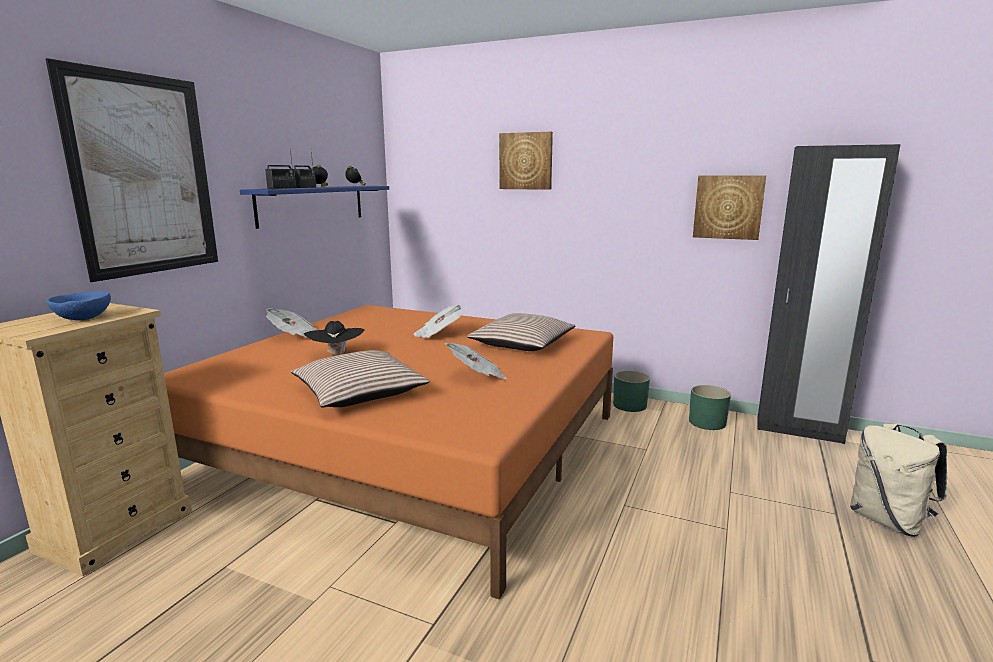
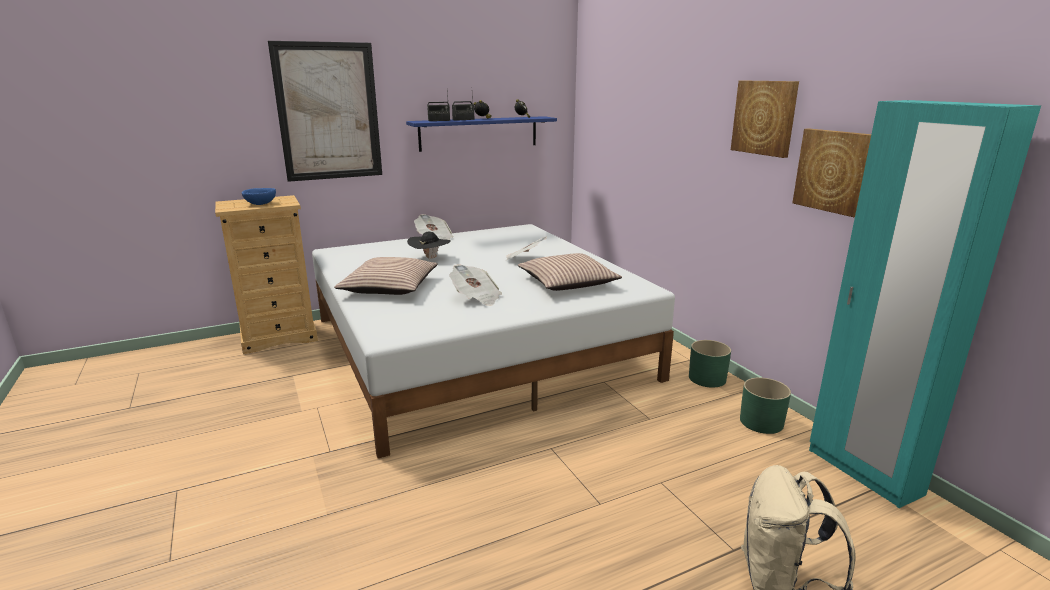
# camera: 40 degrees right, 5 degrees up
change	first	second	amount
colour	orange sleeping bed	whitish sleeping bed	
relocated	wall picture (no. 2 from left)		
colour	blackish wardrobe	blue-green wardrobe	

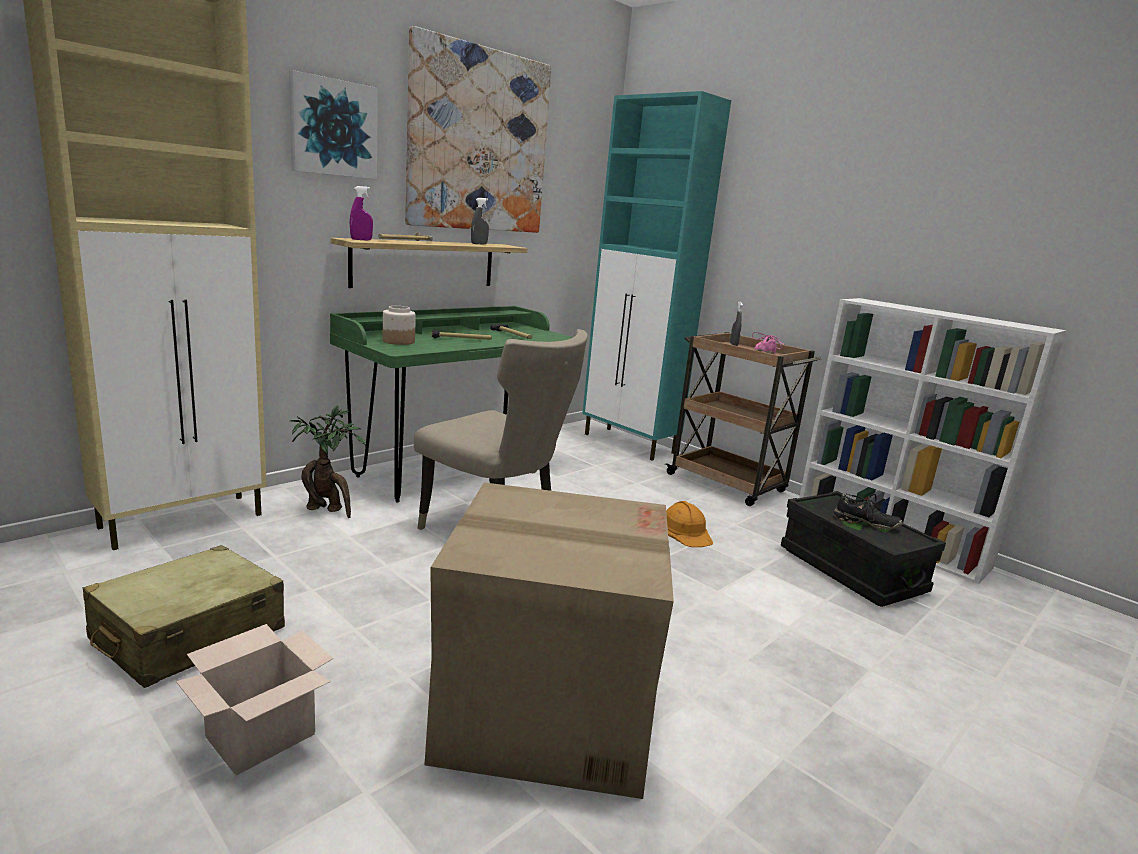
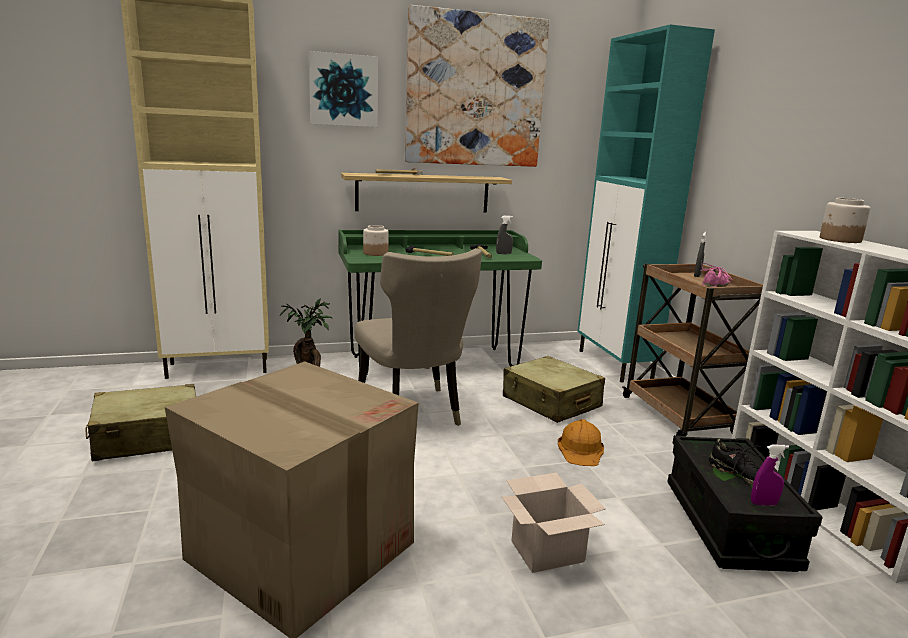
# camera: 30 degrees right, 0 degrees up
change	first	second	amount
relocated	cardboard box (no. 1 from left in the first image)	cardboard box (no. 2 from left)	
relocated	purple hand sprayer		
relocated	greyish hand sprayer (no. 1 from left)		
appeared		beige piece of luggage (no. 2 from left)	
appeared		jar (no. 2 from left)	

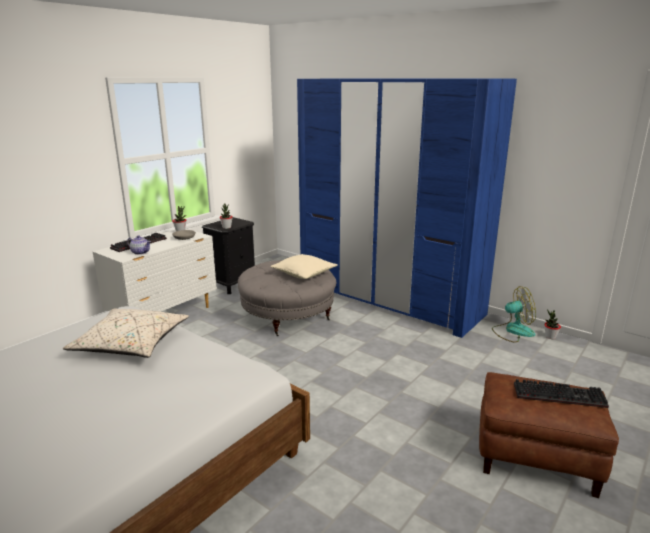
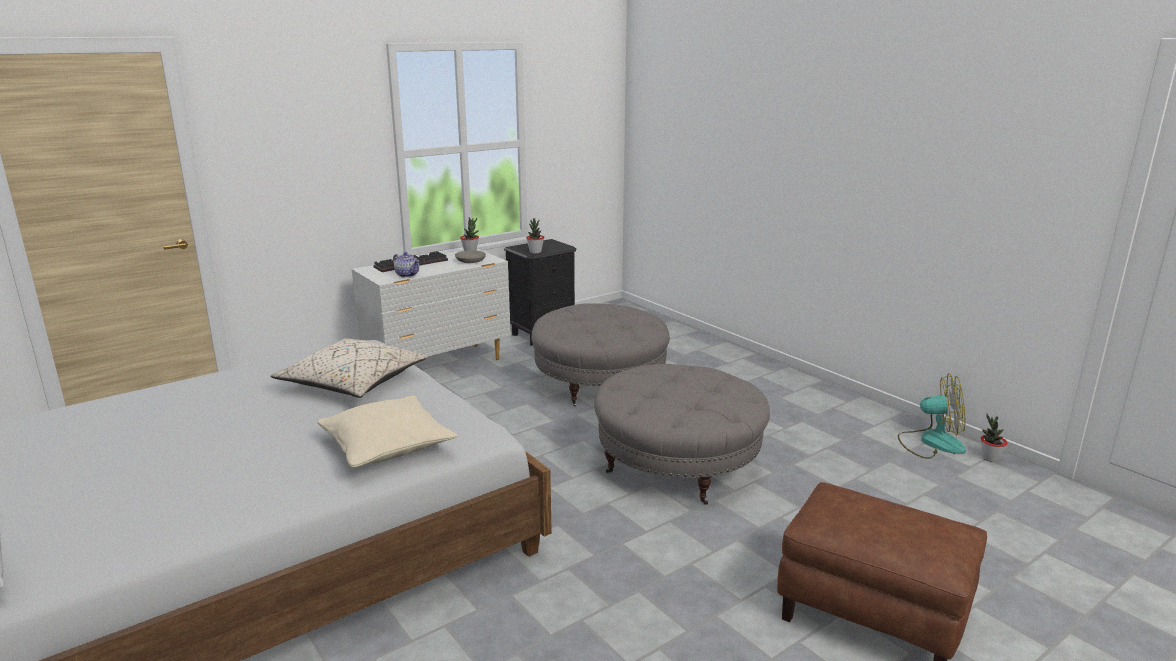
# camera: 15 degrees right, 0 degrees up
change	first	second	amount
relocated	beige throw pillow (no. 2 from left)		
missing	blue-coloured wardrobe		
missing	keyboard (no. 2 from left)		
appeared		greyish ottoman (no. 2 from left)	

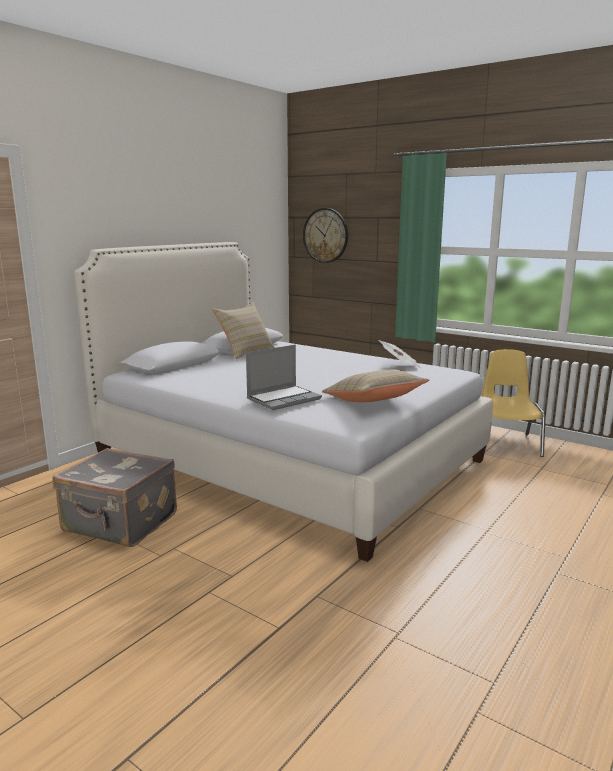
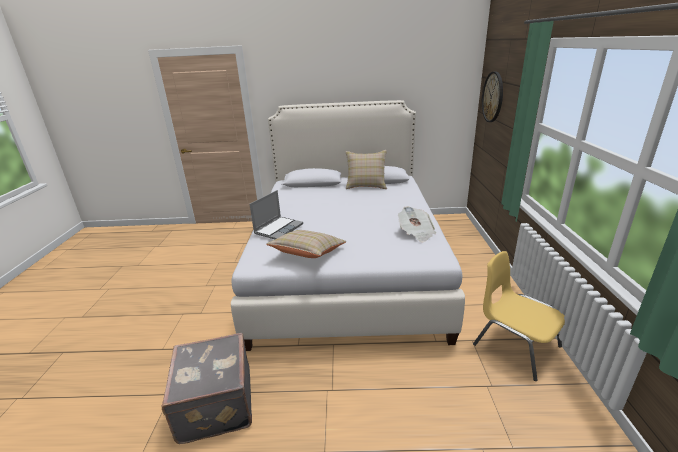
# camera: 55 degrees right, 10 degrees up
change	first	second	amount
relocated	greyish piece of luggage		
spun	laptop		75 degrees counterclockwise
spun	yellow-coloured upright chair		105 degrees counterclockwise

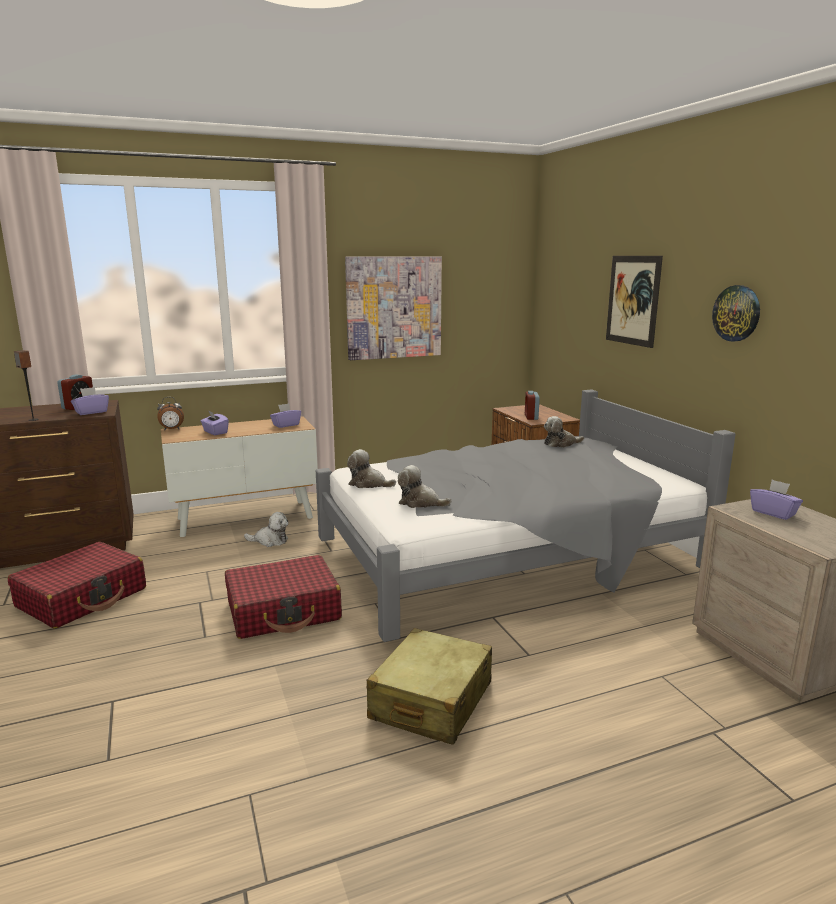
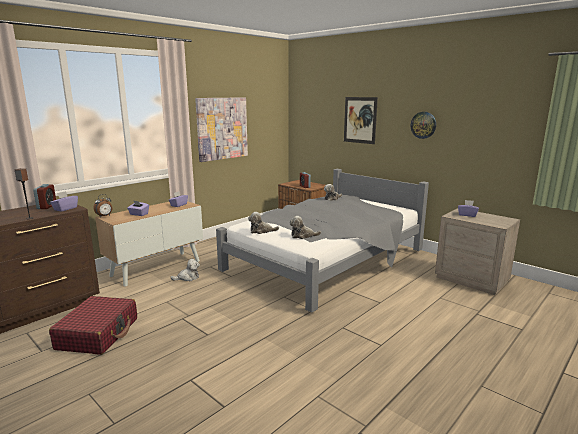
# camera: 25 degrees left, 0 degrees up
change	first	second	amount
missing	reddish piece of luggage (no. 2 from left)		
missing	beige piece of luggage		

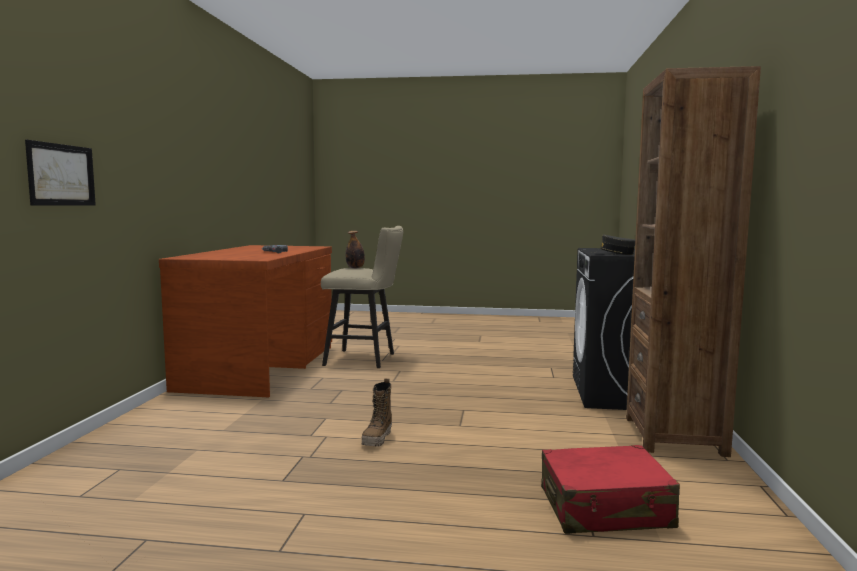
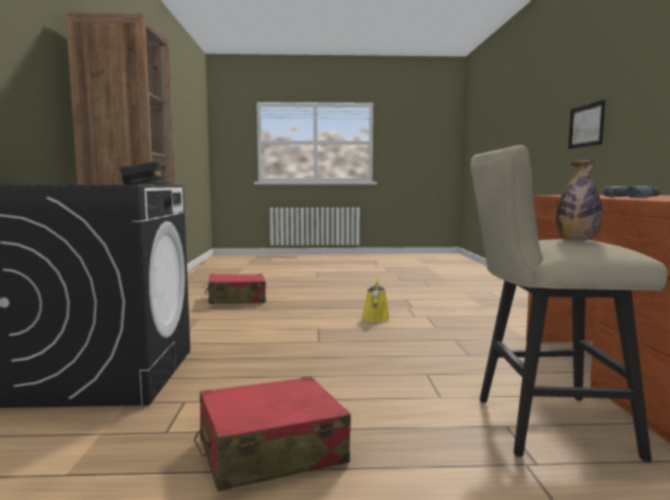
# camera: 170 degrees right, 0 degrees up
change	first	second	amount
exchanged	tall boot	yellow-coloured sprinkling can	
appeared		reddish piece of luggage (no. 2 from left)	

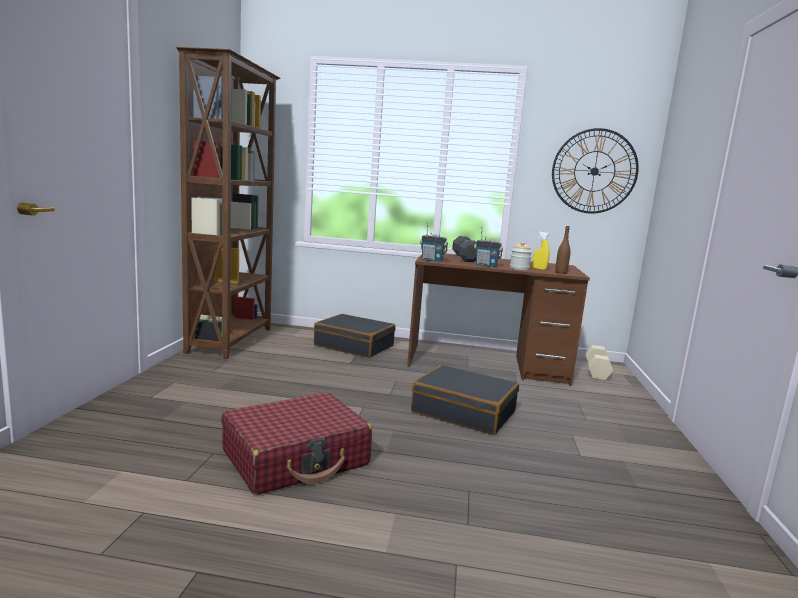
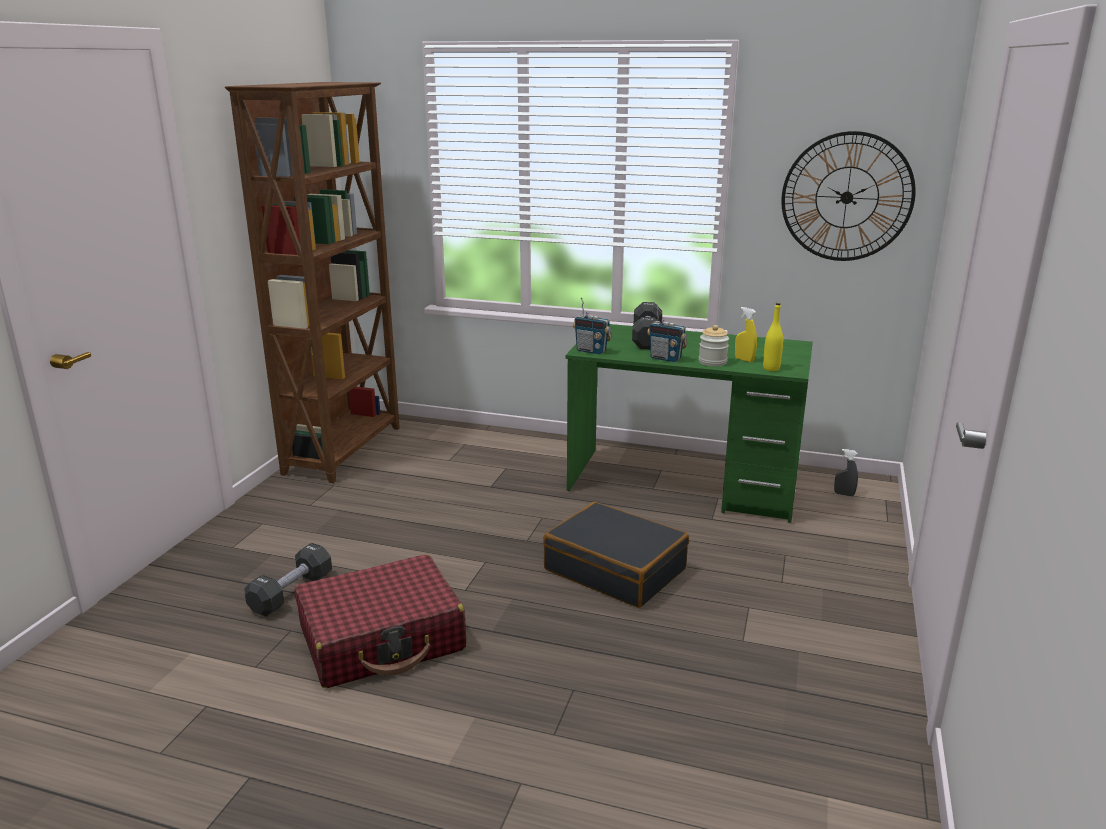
# camera: 10 degrees right, 10 degrees up
change	first	second	amount
missing	blackish piece of luggage (no. 1 from left)		
colour	brownish desk	green-coloured desk	
colour	brownish beverage bottle	yellow-coloured beverage bottle	
exchanged	beige free weight	greyish hand sprayer	
appeared		blackish free weight (no. 1 from left)	

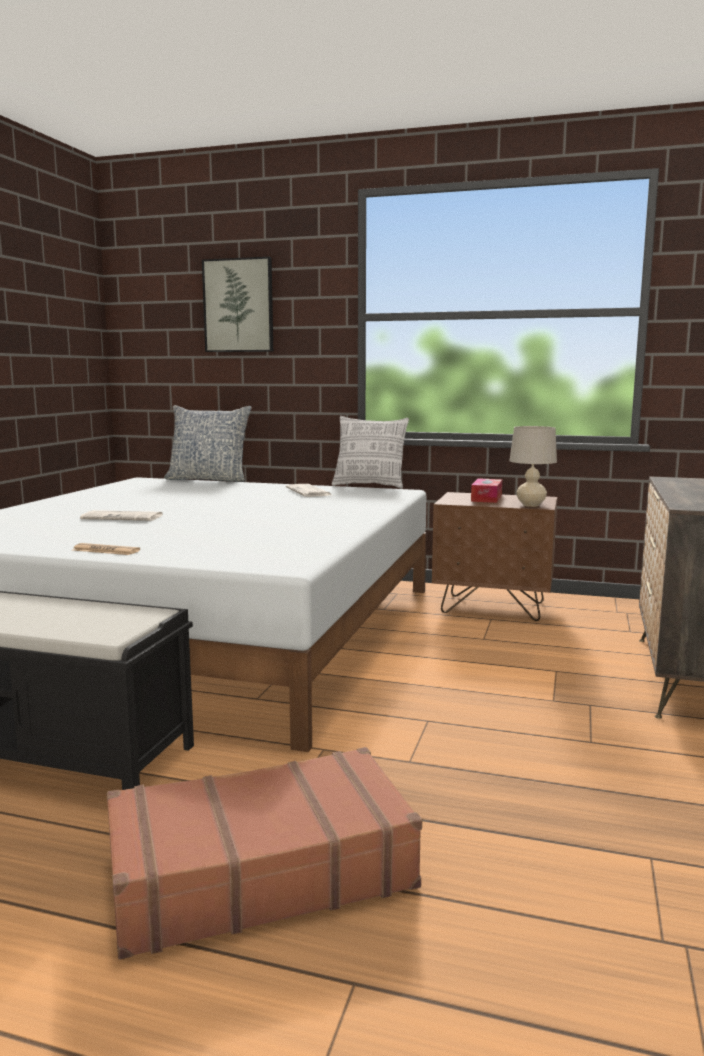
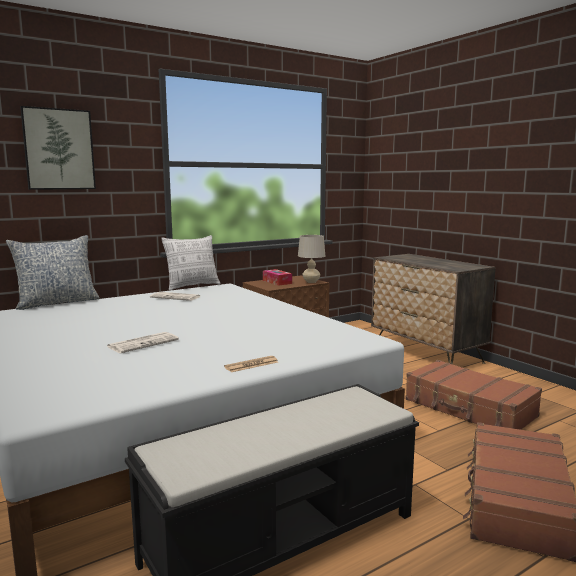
# camera: 50 degrees left, 0 degrees up
change	first	second	amount
appeared		brownish piece of luggage (no. 1 from left)	

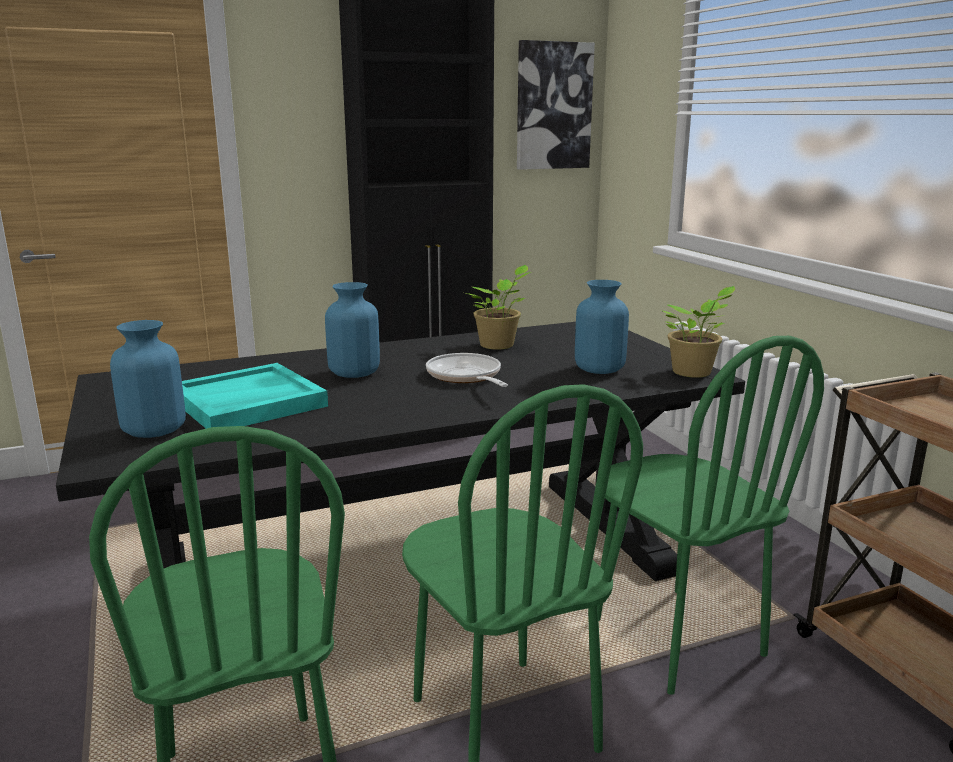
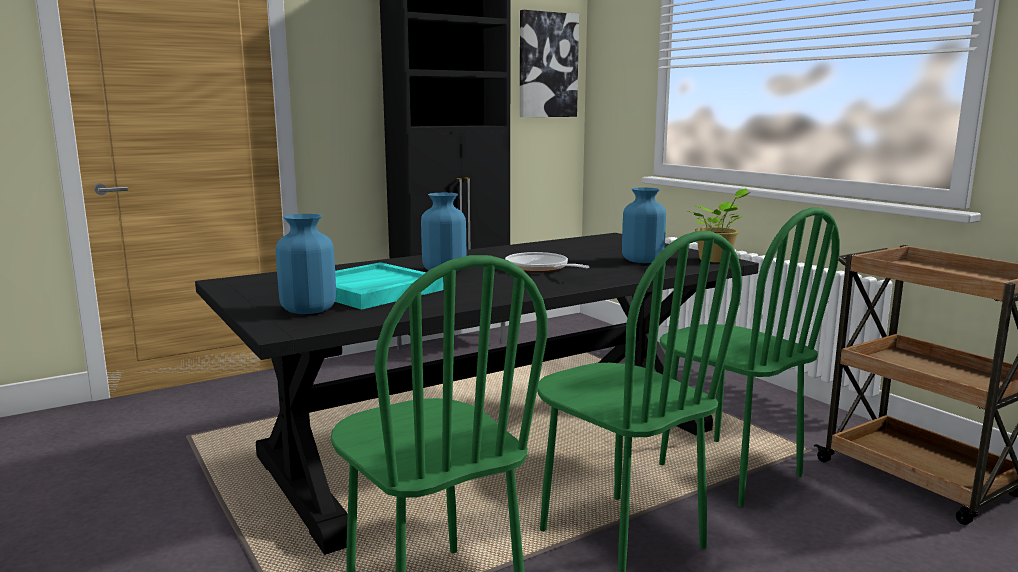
# camera: 10 degrees left, 5 degrees down
change	first	second	amount
missing	houseplant (no. 1 from left)		

